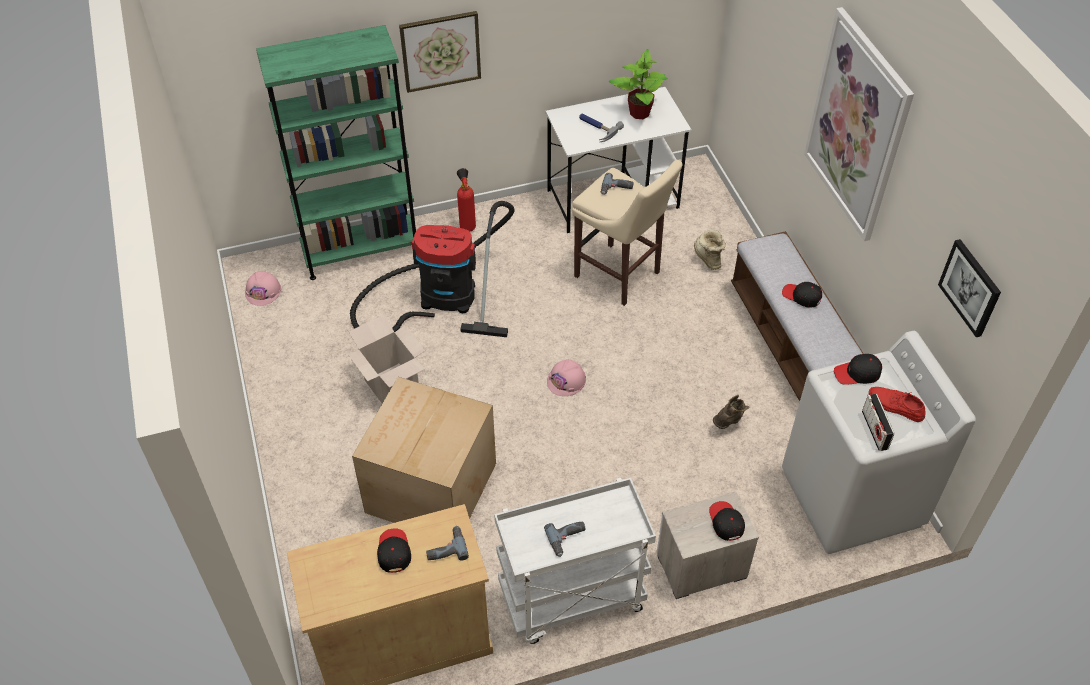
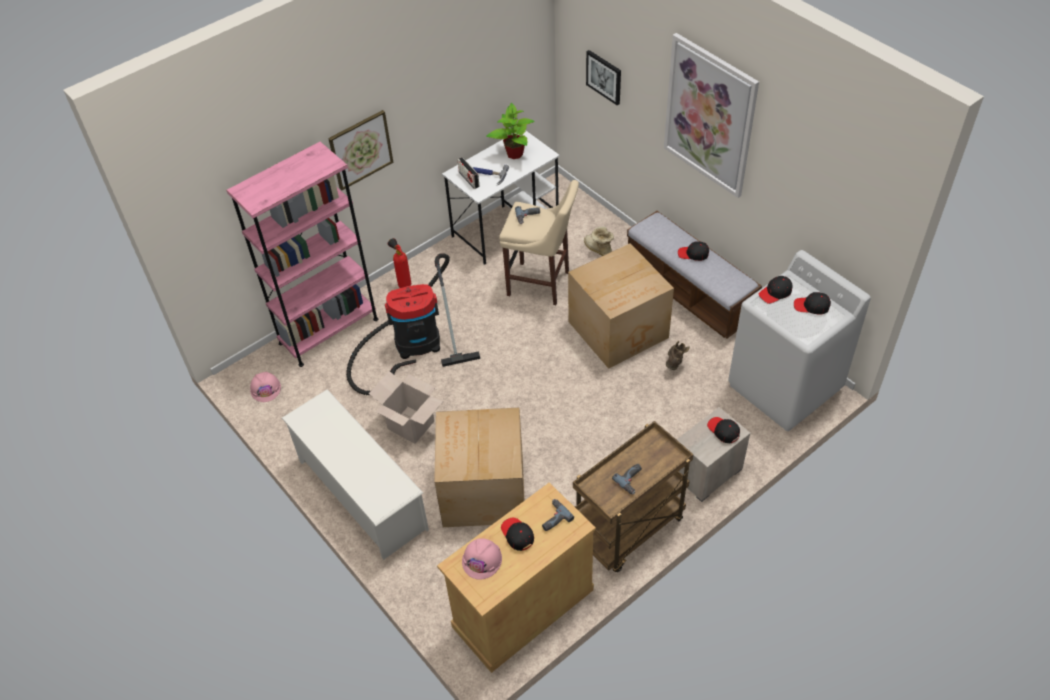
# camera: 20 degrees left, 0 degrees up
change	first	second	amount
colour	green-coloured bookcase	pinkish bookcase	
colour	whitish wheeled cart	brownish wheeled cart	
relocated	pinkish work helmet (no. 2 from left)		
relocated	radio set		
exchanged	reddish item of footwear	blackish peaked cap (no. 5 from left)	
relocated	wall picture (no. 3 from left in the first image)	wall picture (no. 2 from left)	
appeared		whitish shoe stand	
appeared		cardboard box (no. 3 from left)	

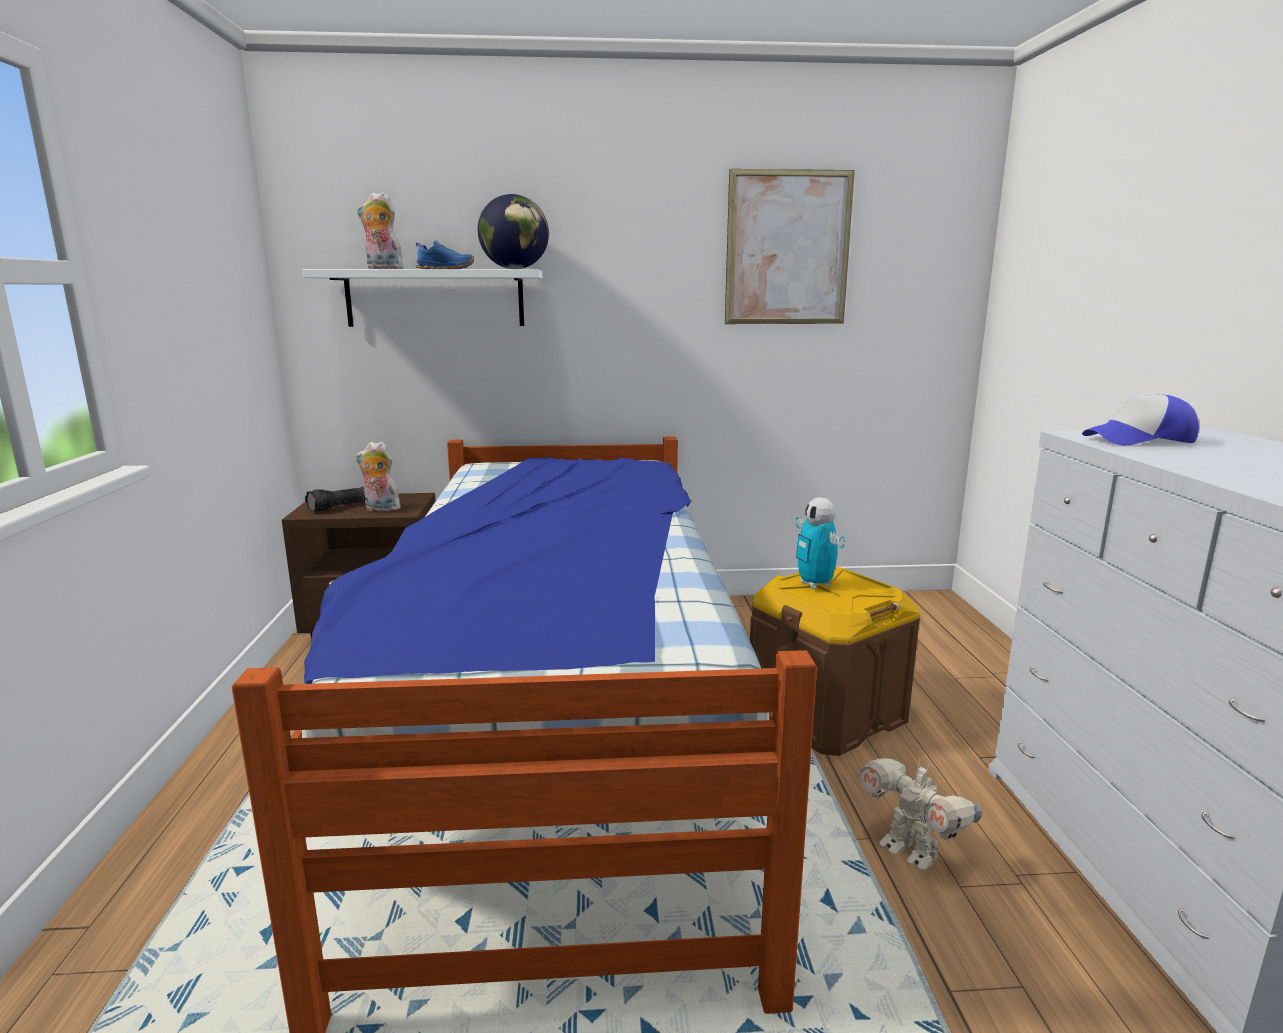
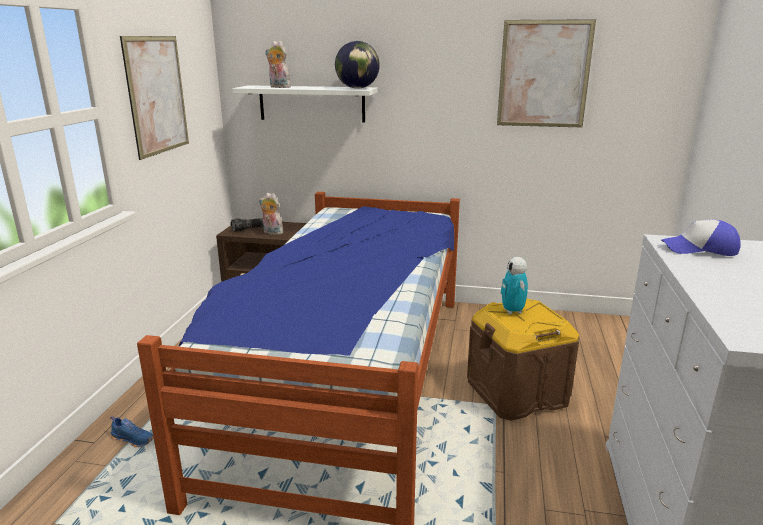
# camera: 15 degrees right, 5 degrees up
change	first	second	amount
relocated	blue-coloured item of footwear		
missing	toy robot (no. 2 from left)		
appeared		wall picture (no. 1 from left)	

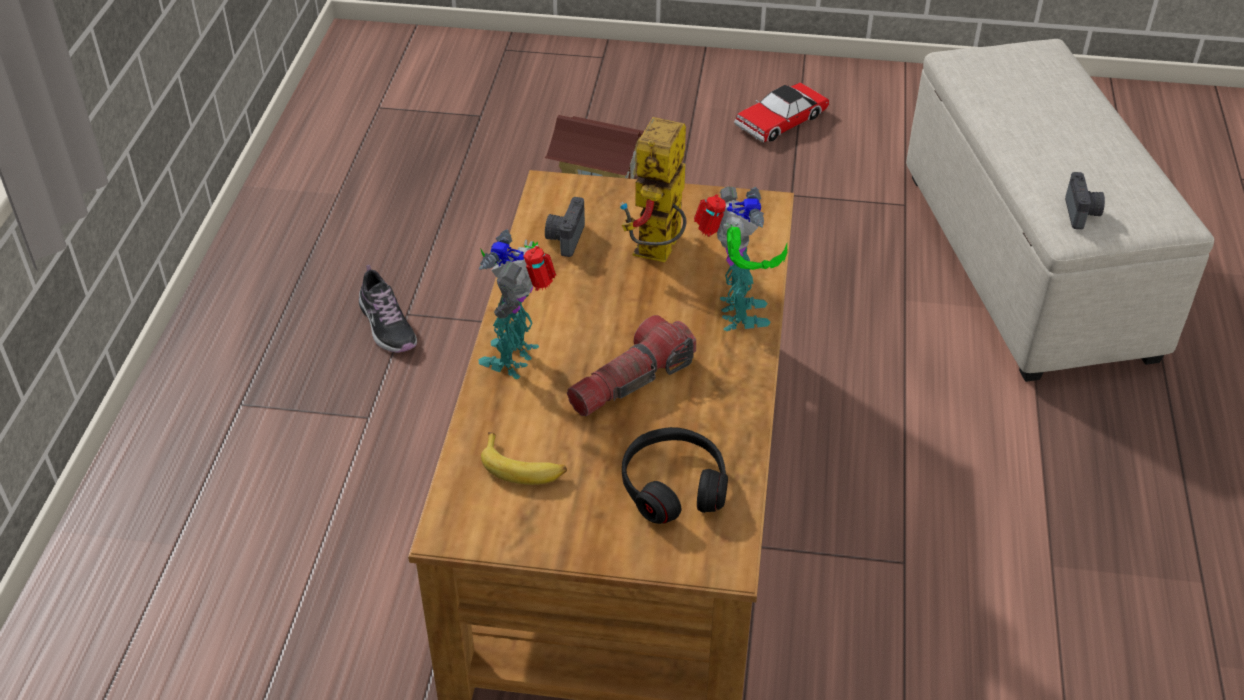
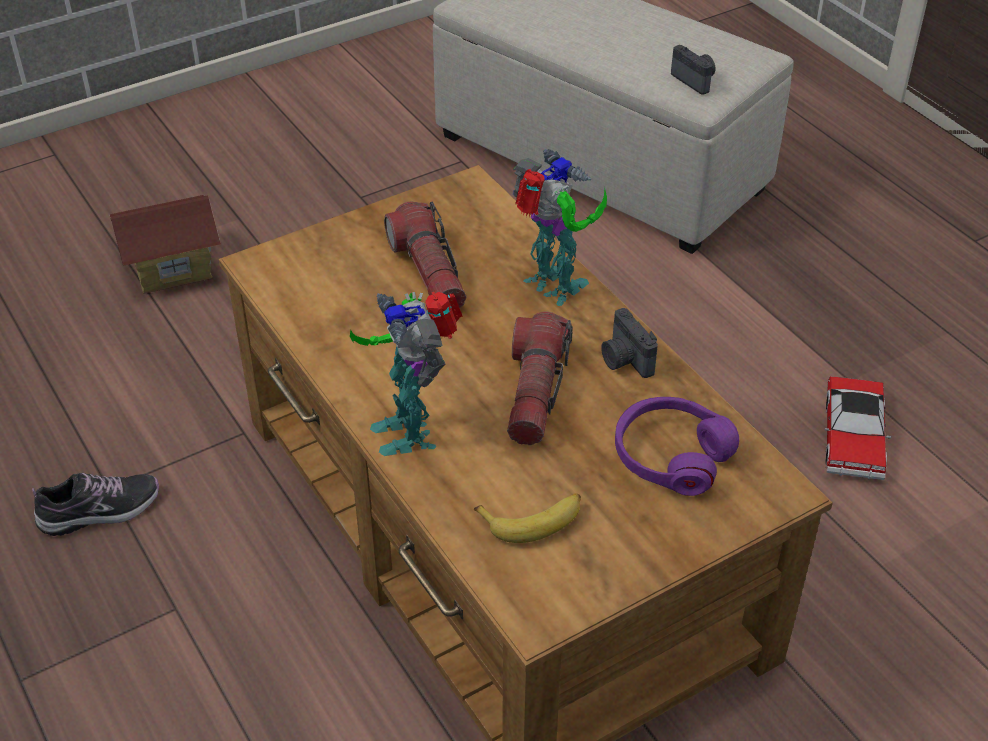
# camera: 40 degrees left, 0 degrees up
change	first	second	amount
spun	item of footwear		45 degrees counterclockwise
relocated	photo camera (no. 1 from left)		
exchanged	toy robot (no. 2 from left)	torch (no. 1 from left)	
colour	blackish headset	purple headset	
relocated	model car		

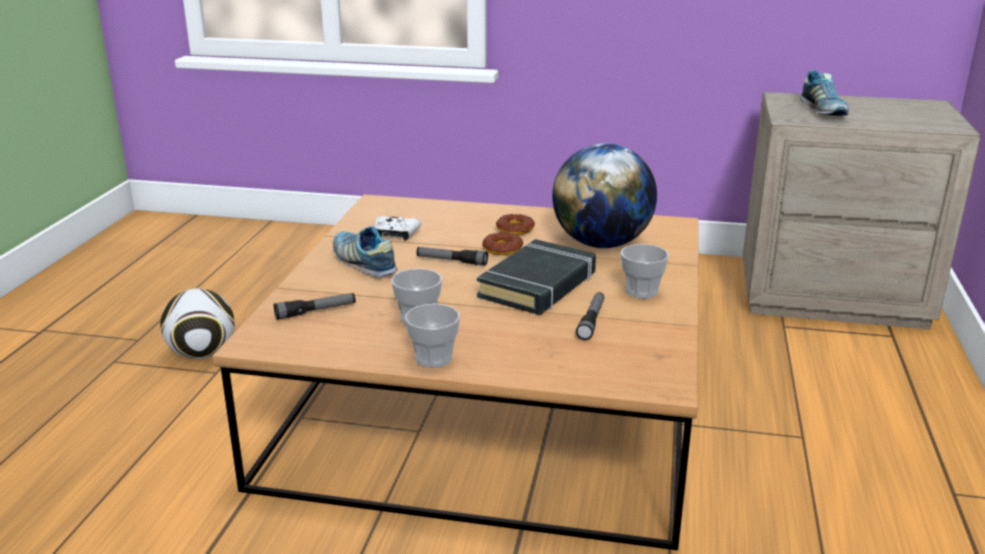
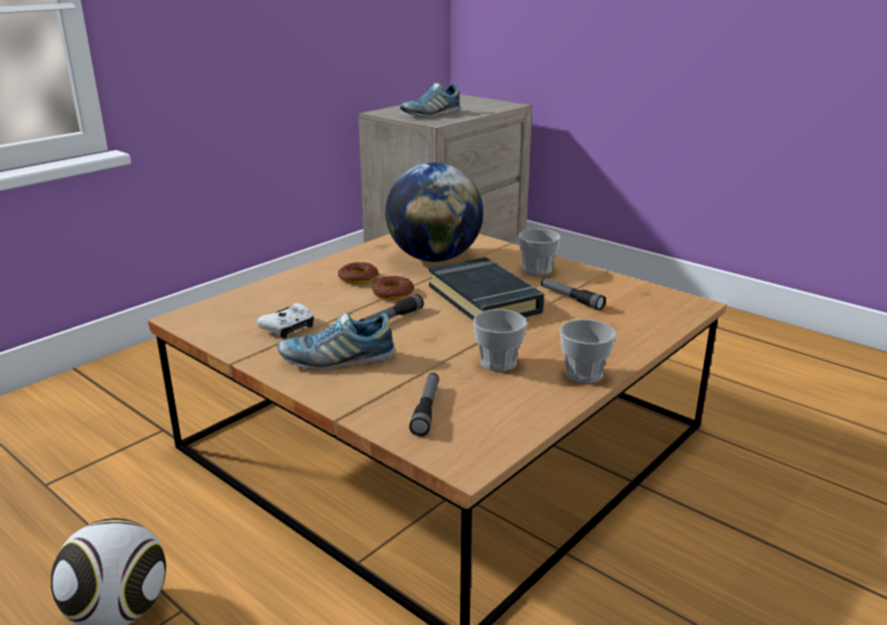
# camera: 60 degrees left, 0 degrees up
change	first	second	amount
spun	item of footwear (no. 2 from left)		120 degrees clockwise

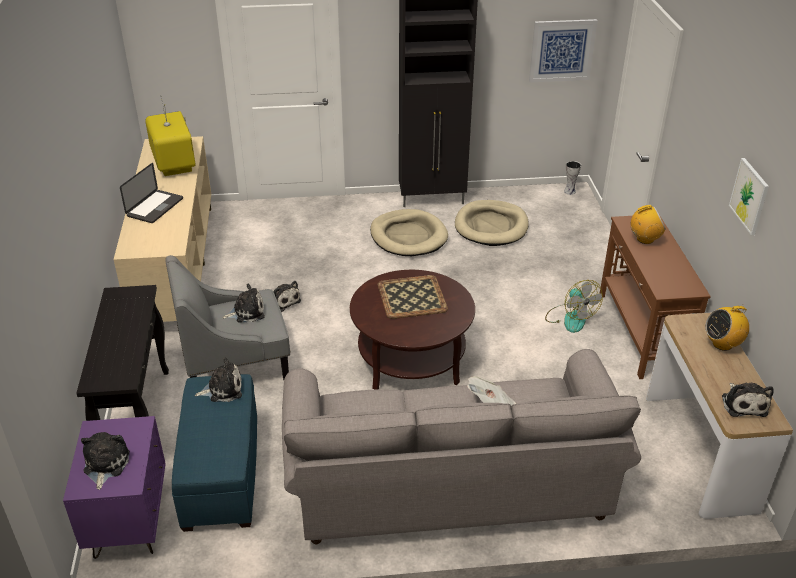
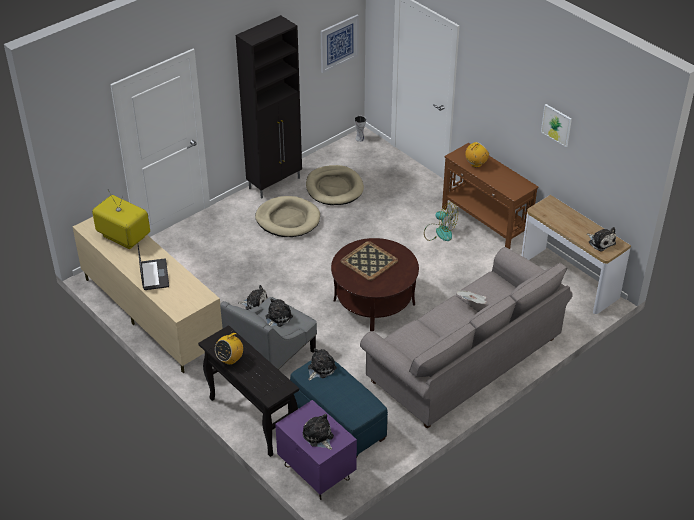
# camera: 35 degrees left, 5 degrees up
change	first	second	amount
relocated	radio set (no. 2 from left in the first image)	radio set (no. 1 from left)	

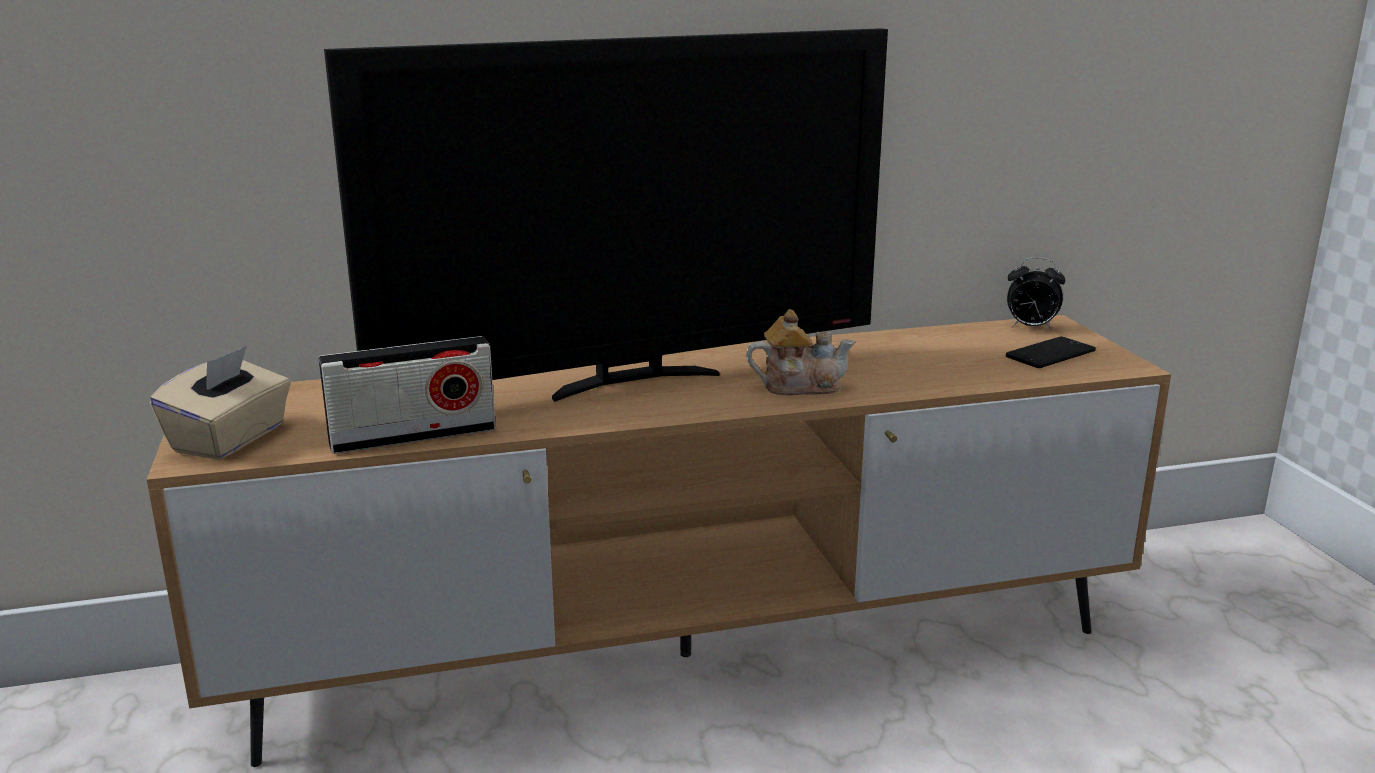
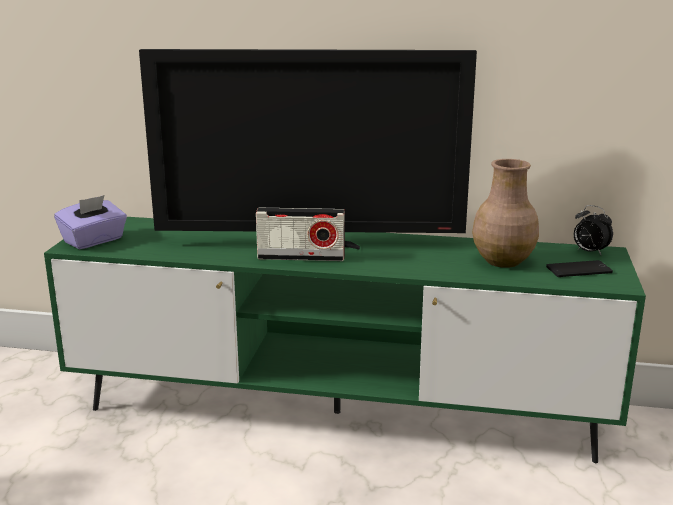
# camera: 25 degrees right, 0 degrees up
change	first	second	amount
colour	brownish tv unit	green-coloured tv unit	
colour	beige tissue box	purple tissue box	
relocated	radio set		
missing	teapot		
appeared		brownish flower vase	

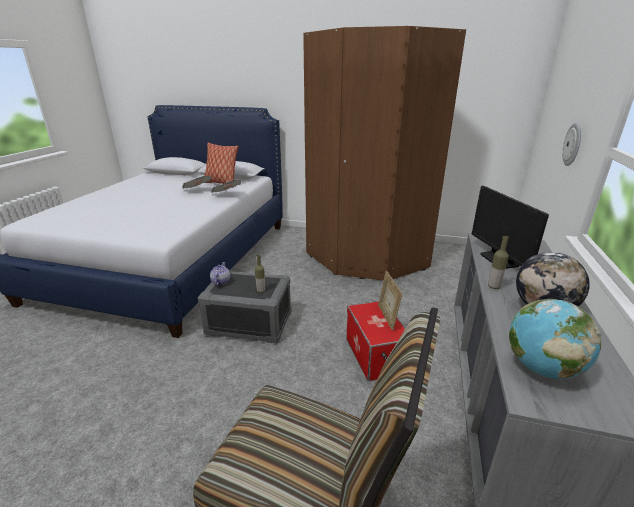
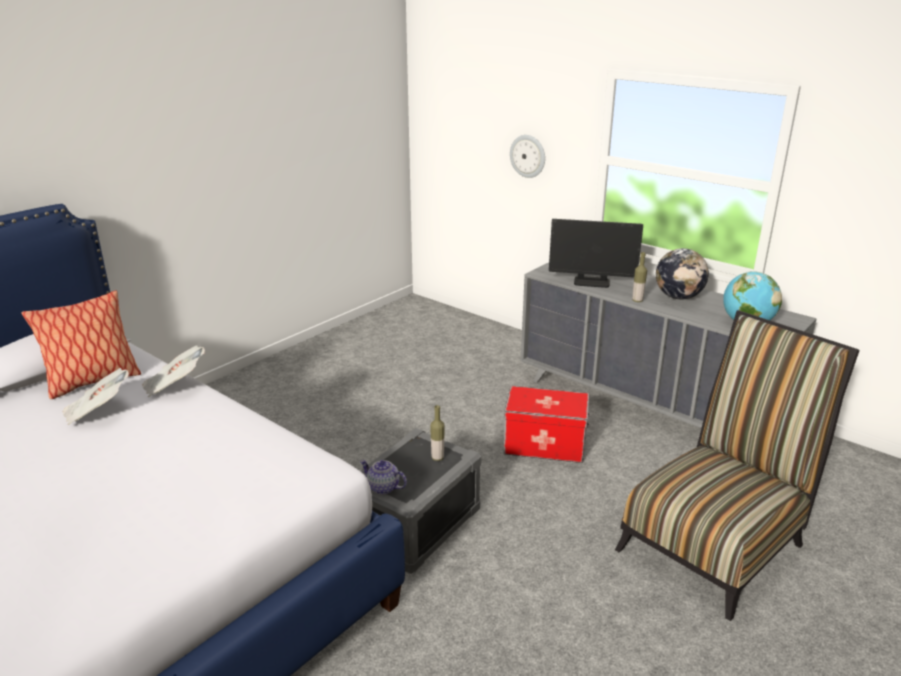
# camera: 65 degrees left, 0 degrees up
change	first	second	amount
missing	brownish wardrobe		
missing	standing frame		

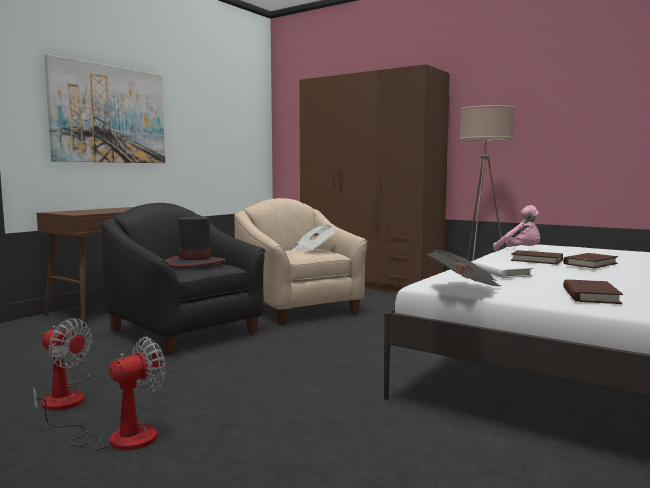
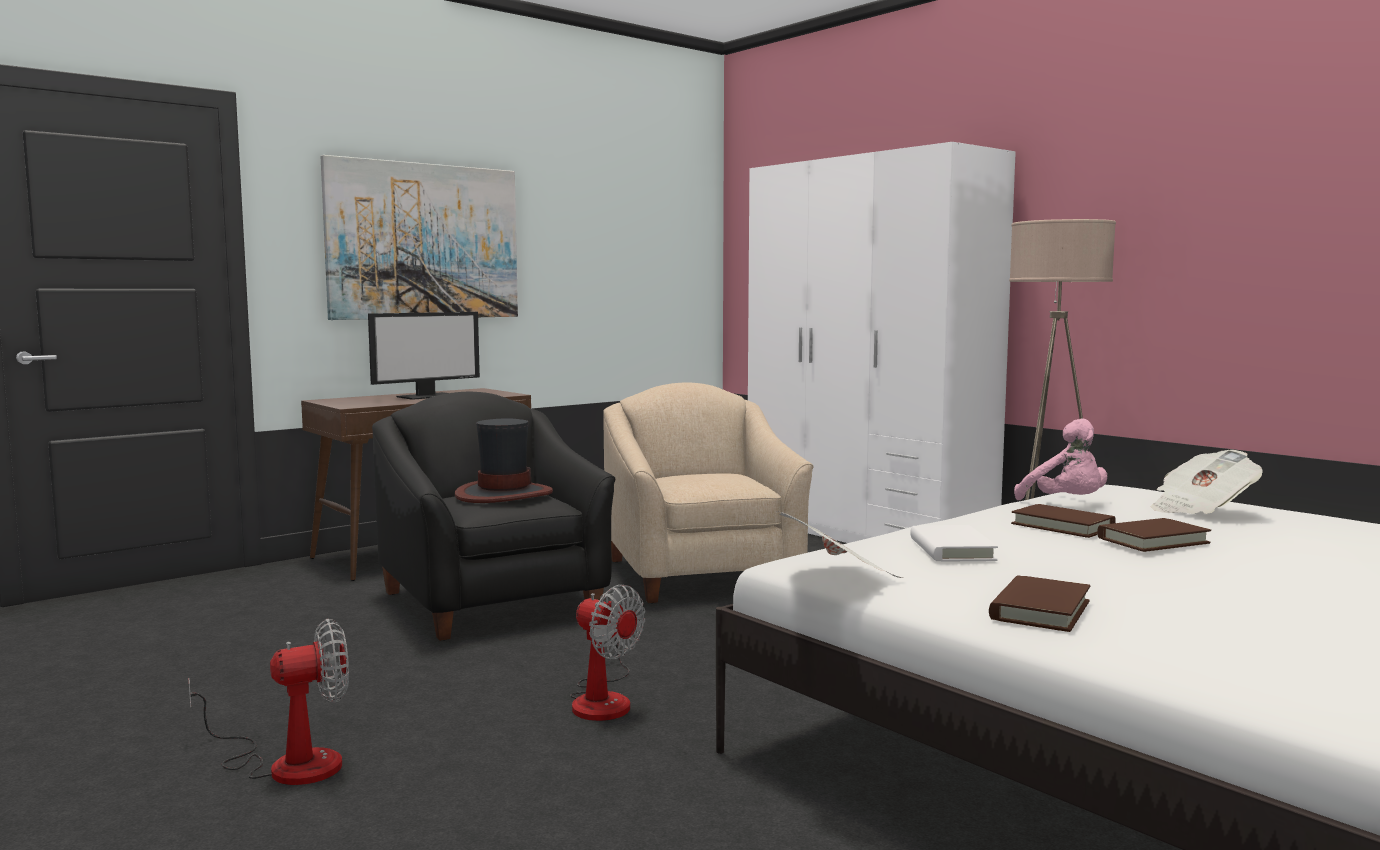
# camera: 15 degrees right, 0 degrees up
change	first	second	amount
relocated	cooling fan (no. 1 from left in the first image)	cooling fan (no. 2 from left)	
relocated	daily paper (no. 1 from left in the first image)	daily paper (no. 2 from left)	
colour	brownish wardrobe	whitish wardrobe	
appeared		computer screen	

